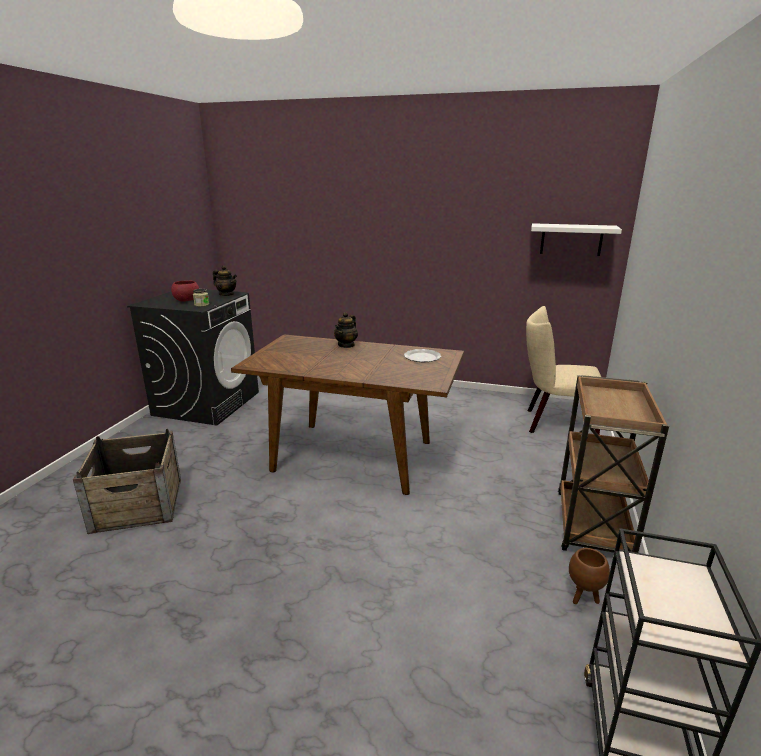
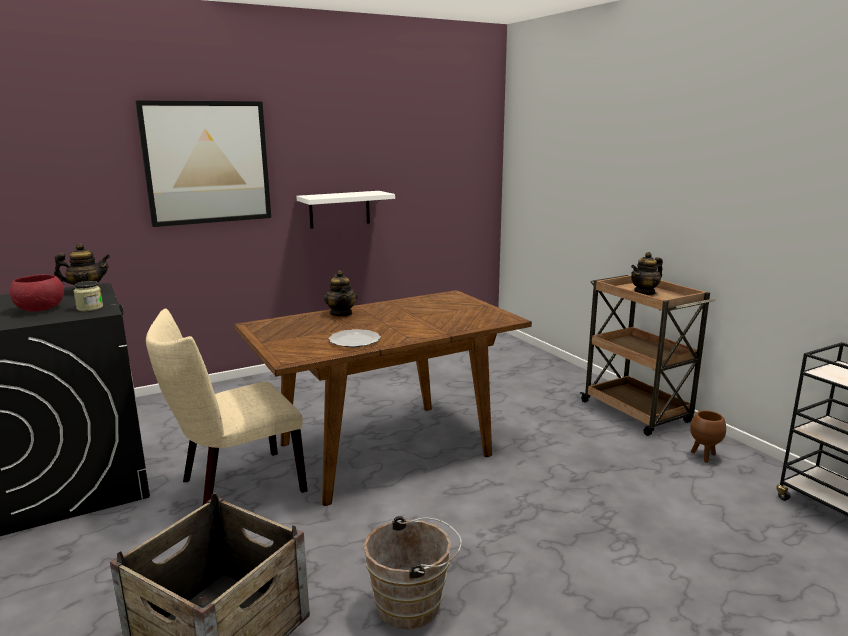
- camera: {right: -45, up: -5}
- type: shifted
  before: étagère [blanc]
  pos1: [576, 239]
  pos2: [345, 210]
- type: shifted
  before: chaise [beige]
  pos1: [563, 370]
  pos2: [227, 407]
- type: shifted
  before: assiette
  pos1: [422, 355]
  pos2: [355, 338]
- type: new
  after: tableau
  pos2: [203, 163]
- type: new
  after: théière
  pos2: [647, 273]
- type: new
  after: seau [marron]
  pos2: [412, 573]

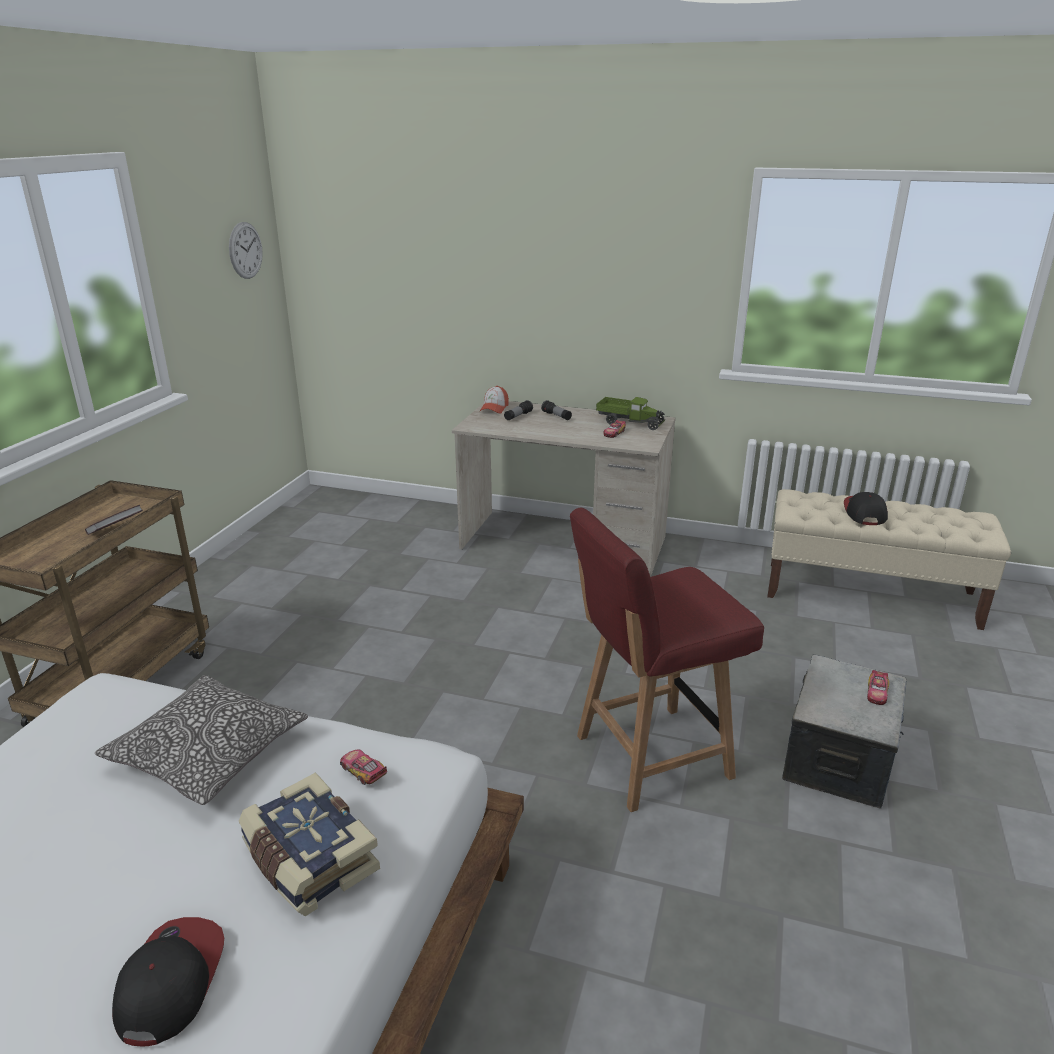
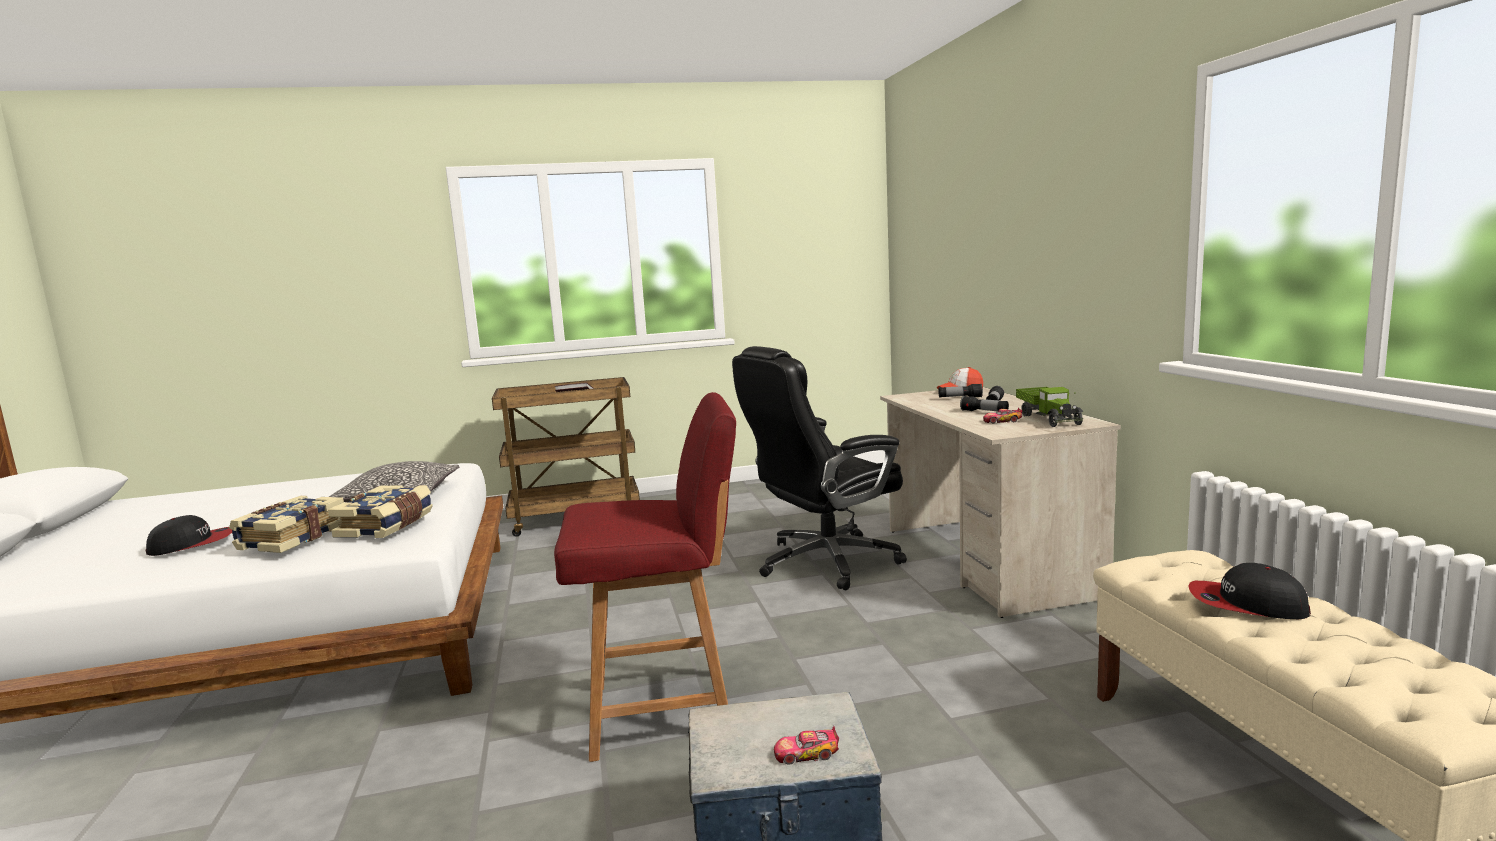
- camera: {right: 60, up: -15}
- type: gone
  before: horloge murale
  pos1: [246, 250]
- type: rotated
  before: casquette
  pos1: [866, 508]
  pos2: [1249, 591]
  turn: -135
- type: rotated
  before: chaise [rouge]
  pos1: [667, 660]
  pos2: [645, 577]
  turn: 135
- type: swapped
  before: petite voiture
  after: livre
  pos1: [363, 767]
  pos2: [380, 511]
- type: new
  after: chaise de bureau [noir]
  pos2: [819, 468]
- type: new
  after: lampe de poche
  pos2: [984, 403]

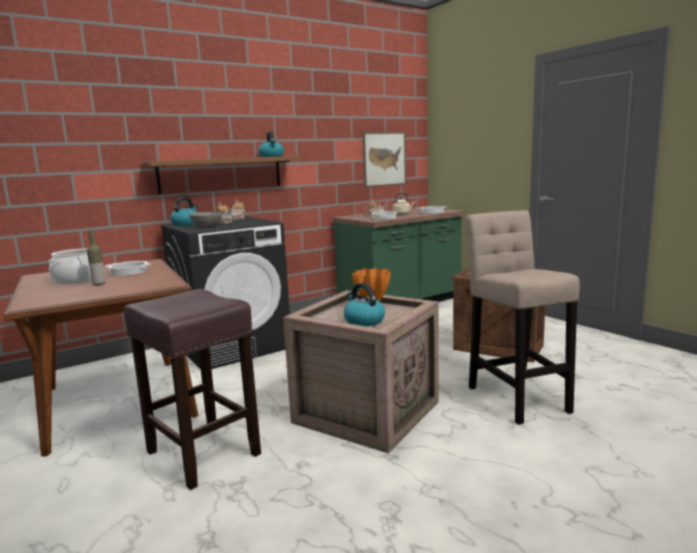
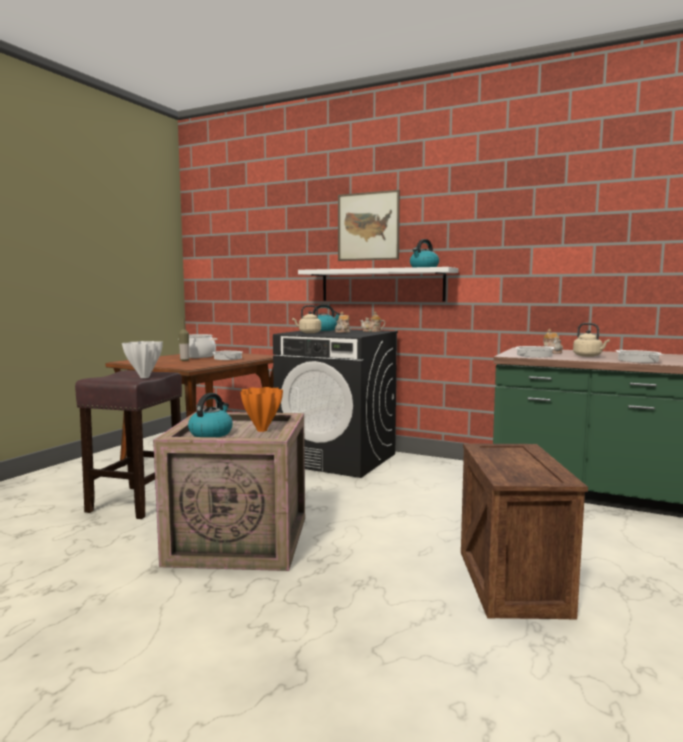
- camera: {right: 60, up: -5}
- type: shifted
  before: tableau
  pos1: [384, 159]
  pos2: [369, 225]
- type: repainted
  before: étagère [marron]
  after: étagère [blanc]
  pos1: [222, 175]
  pos2: [378, 284]
- type: gone
  before: tabouret [beige]
  pos1: [522, 317]
- type: swapped
  before: bol [gris]
  after: bouilloire [beige]
  pos1: [206, 220]
  pos2: [306, 319]
- type: new
  after: vase [blanc]
  pos2: [142, 359]

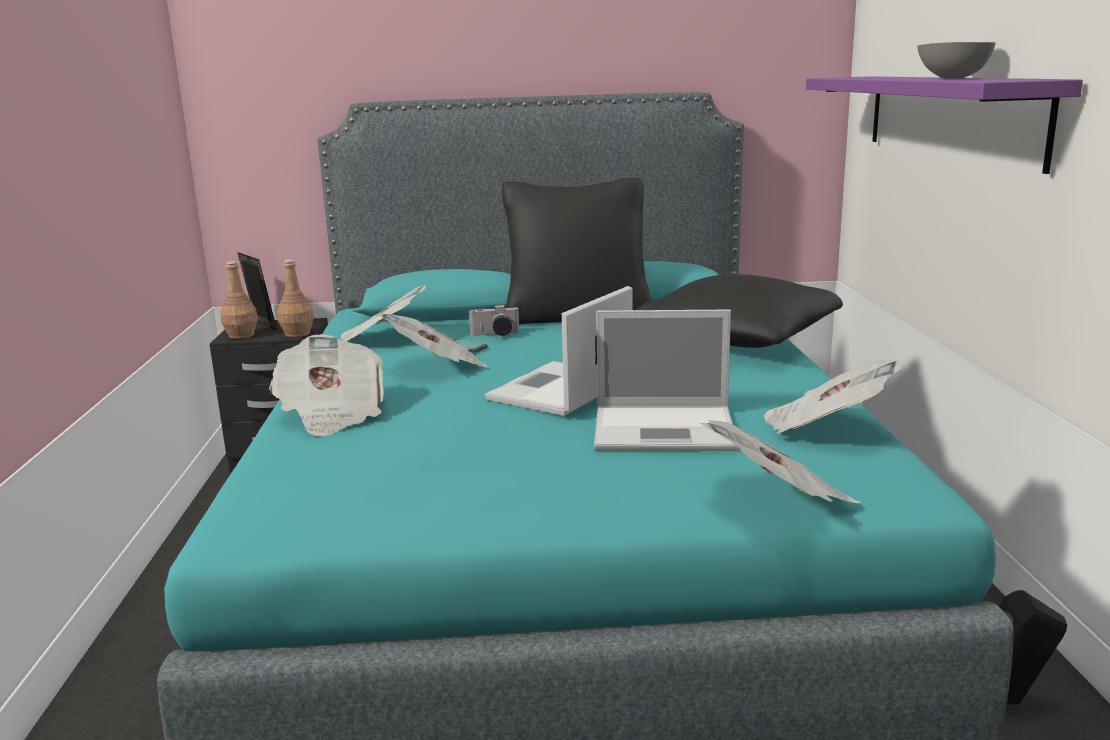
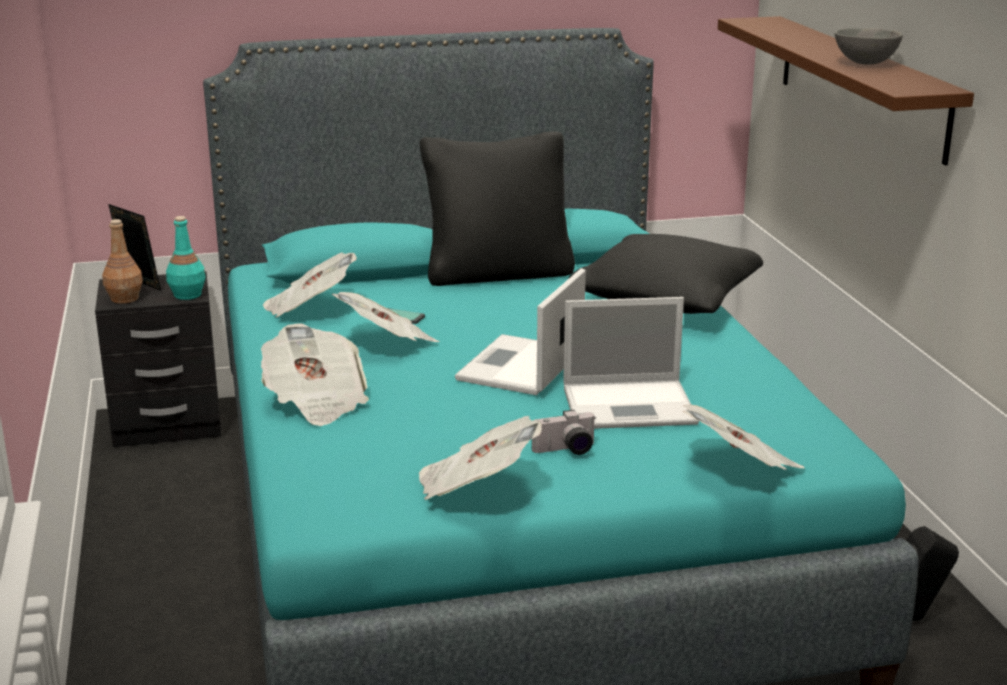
- camera: {right: -10, up: 5}
- type: repainted
  before: étagère [violet]
  after: étagère [marron]
  pos1: [944, 125]
  pos2: [846, 90]
- type: repainted
  before: bouteille [marron]
  after: bouteille [turquoise]
  pos1: [295, 298]
  pos2: [186, 258]
- type: shifted
  before: appareil photo
  pos1: [494, 320]
  pos2: [564, 432]
- type: shifted
  before: journal
  pos1: [832, 396]
  pos2: [480, 458]

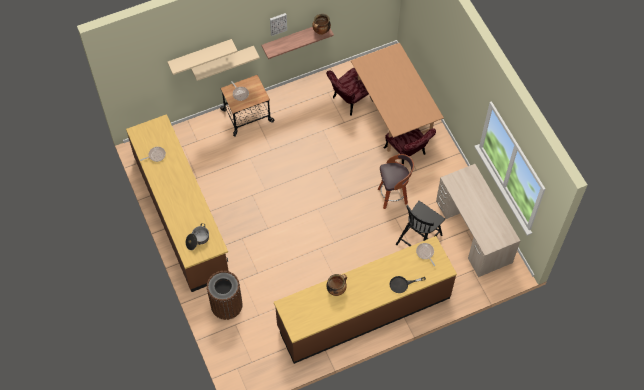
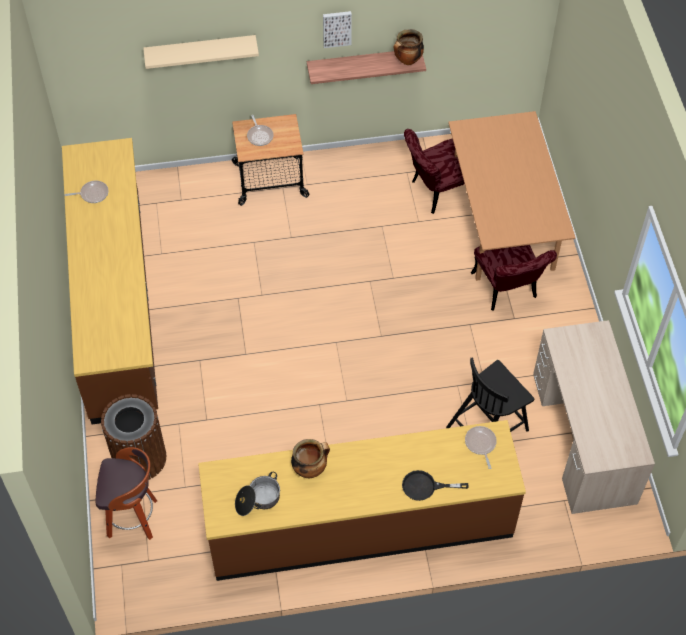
- camera: {right: 15, up: -5}
- type: gone
  before: étagère [beige]
  pos1: [225, 63]
- type: shifted
  before: tabouret
  pos1: [396, 181]
  pos2: [126, 493]
- type: shifted
  before: marmite
  pos1: [197, 236]
  pos2: [257, 494]

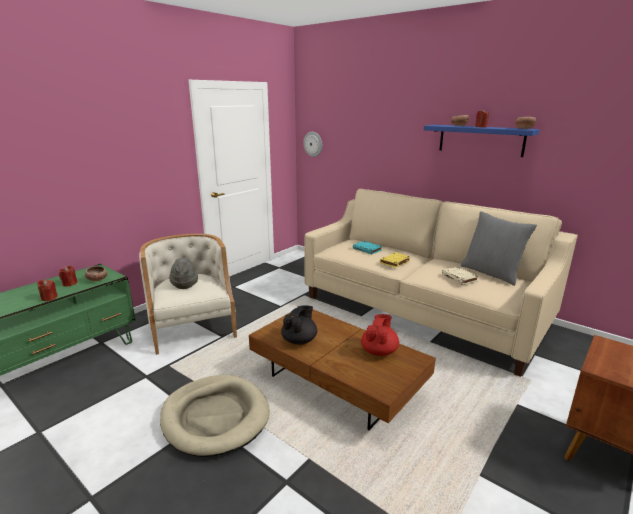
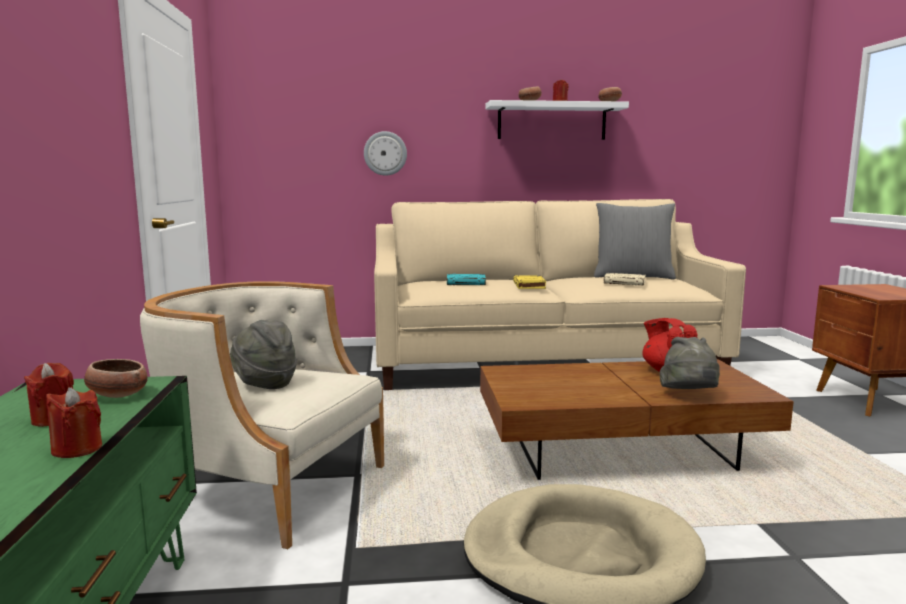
- camera: {right: -45, up: -10}
- type: repainted
  before: étagère [bleu]
  after: étagère [blanc]
  pos1: [482, 141]
  pos2: [557, 120]
- type: shifted
  before: horloge murale
  pos1: [312, 144]
  pos2: [385, 153]
- type: gone
  before: théière [noir]
  pos1: [299, 325]
- type: new
  after: chapeau [gris]
  pos2: [690, 363]

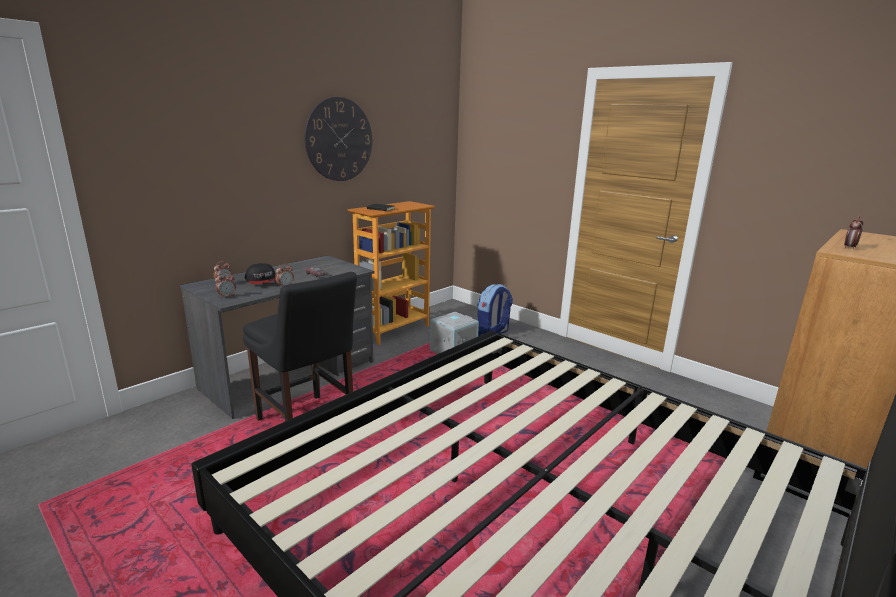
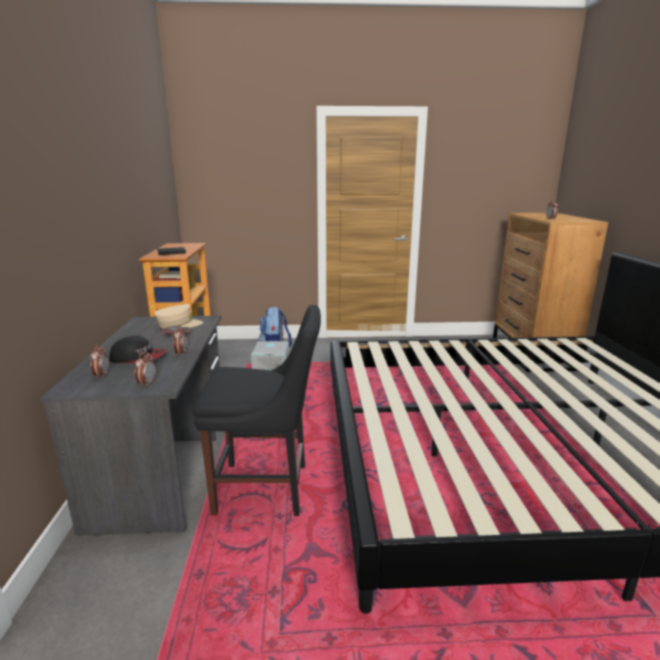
- camera: {right: -45, up: 0}
- type: gone
  before: horloge murale
  pos1: [338, 139]
- type: new
  after: casquette [beige]
  pos2: [178, 316]

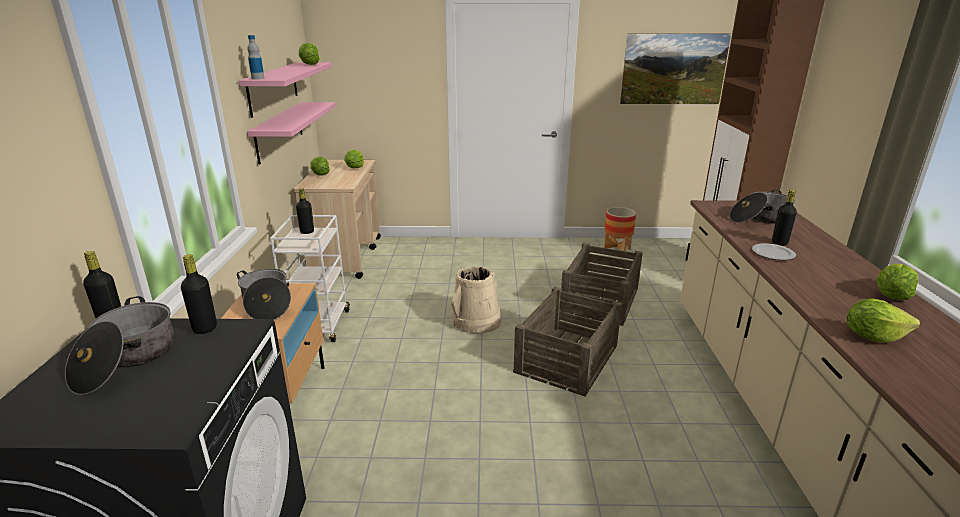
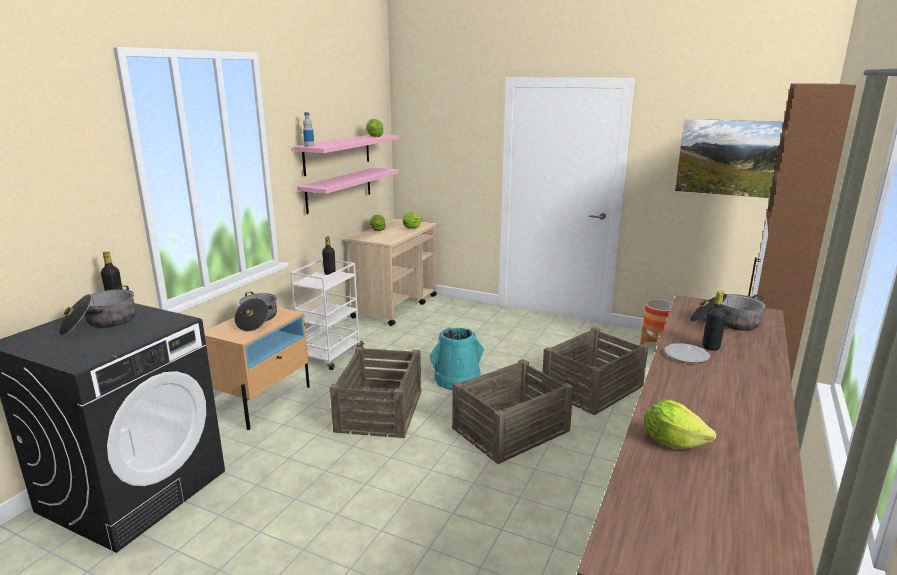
- camera: {right: 25, up: -5}
- type: gone
  before: bouteille [noir]
  pos1: [199, 294]
- type: gone
  before: laitue
  pos1: [897, 282]
- type: repainted
  before: seau [beige]
  after: seau [turquoise]
  pos1: [476, 300]
  pos2: [457, 359]
- type: new
  after: caisse
  pos2: [376, 392]

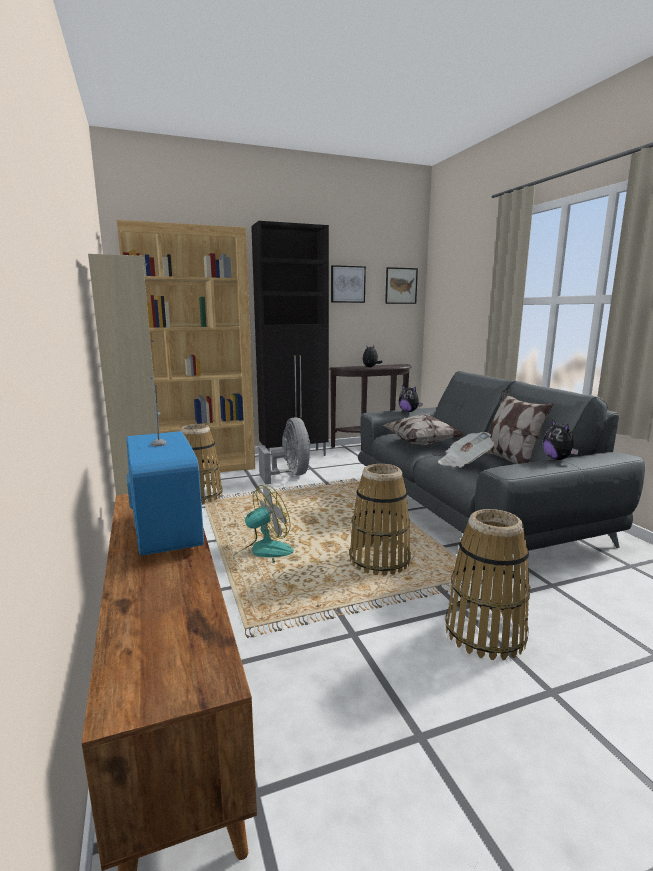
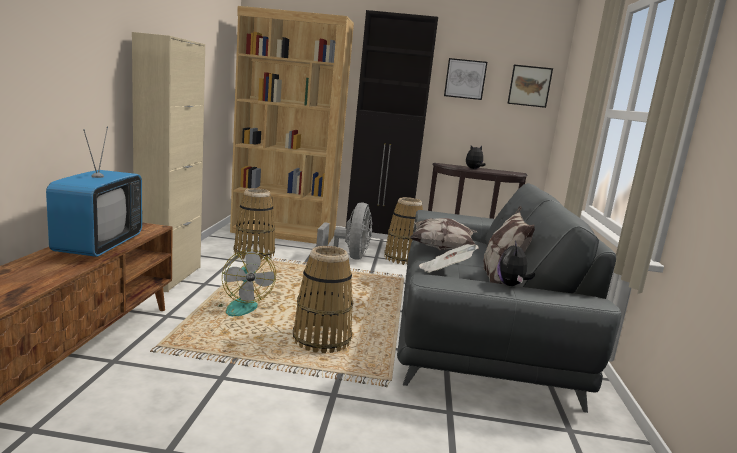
- camera: {right: 25, up: 0}
- type: gone
  before: peluche
  pos1: [411, 398]
- type: rotated
  before: ventilateur
  pos1: [263, 525]
  pos2: [247, 283]
  turn: 75
- type: shifted
  before: panier
  pos1: [487, 584]
  pos2: [403, 231]

